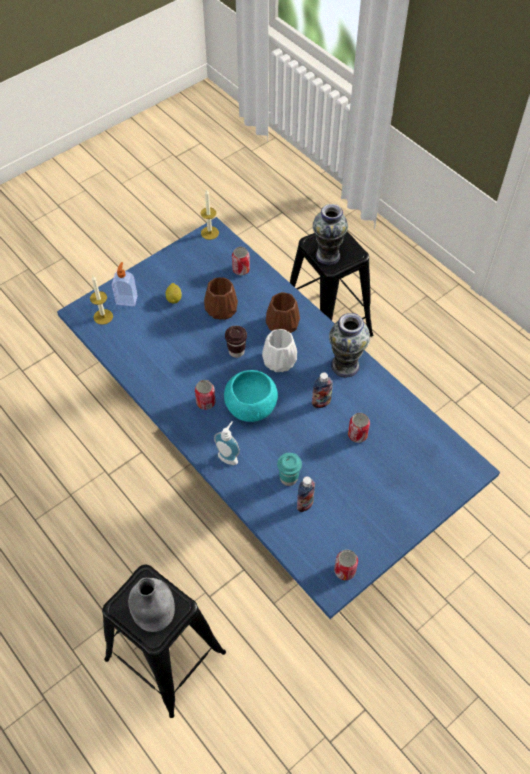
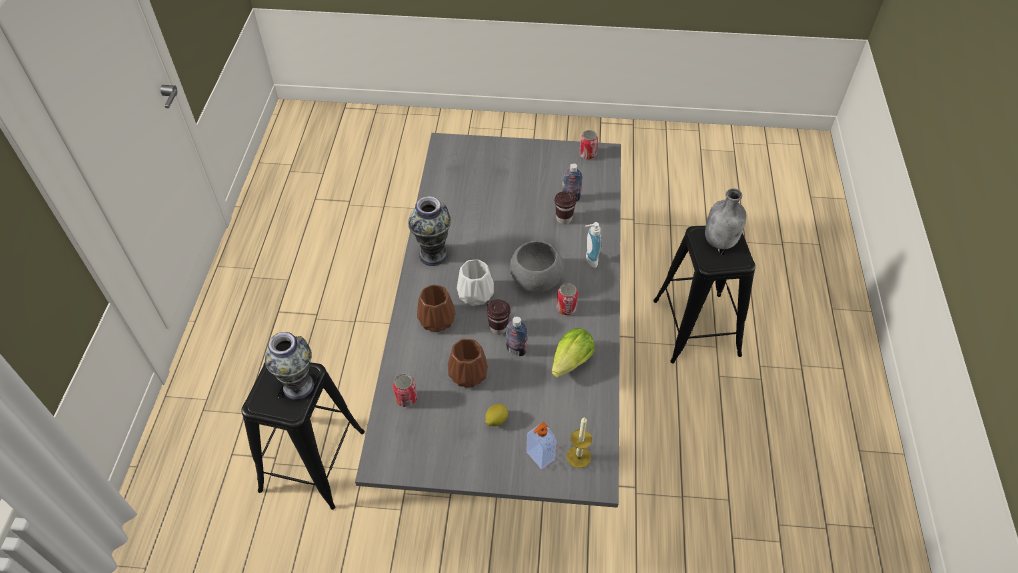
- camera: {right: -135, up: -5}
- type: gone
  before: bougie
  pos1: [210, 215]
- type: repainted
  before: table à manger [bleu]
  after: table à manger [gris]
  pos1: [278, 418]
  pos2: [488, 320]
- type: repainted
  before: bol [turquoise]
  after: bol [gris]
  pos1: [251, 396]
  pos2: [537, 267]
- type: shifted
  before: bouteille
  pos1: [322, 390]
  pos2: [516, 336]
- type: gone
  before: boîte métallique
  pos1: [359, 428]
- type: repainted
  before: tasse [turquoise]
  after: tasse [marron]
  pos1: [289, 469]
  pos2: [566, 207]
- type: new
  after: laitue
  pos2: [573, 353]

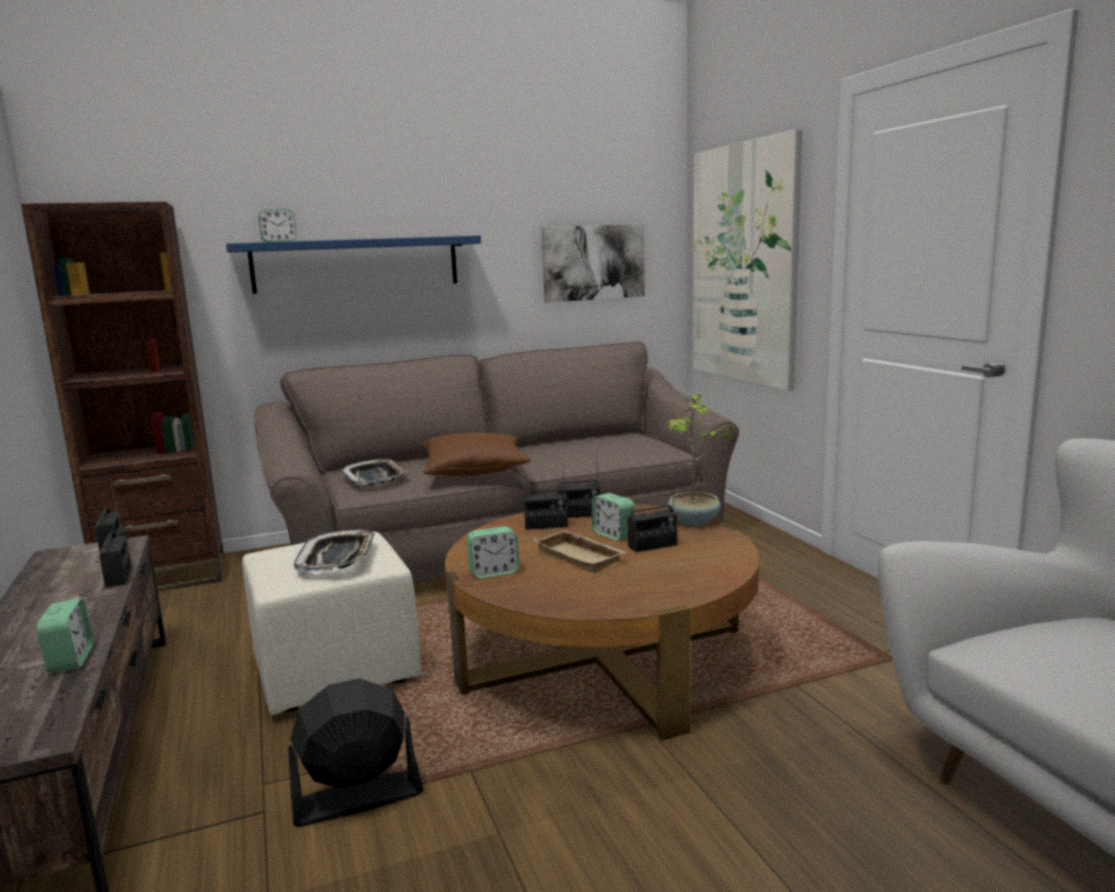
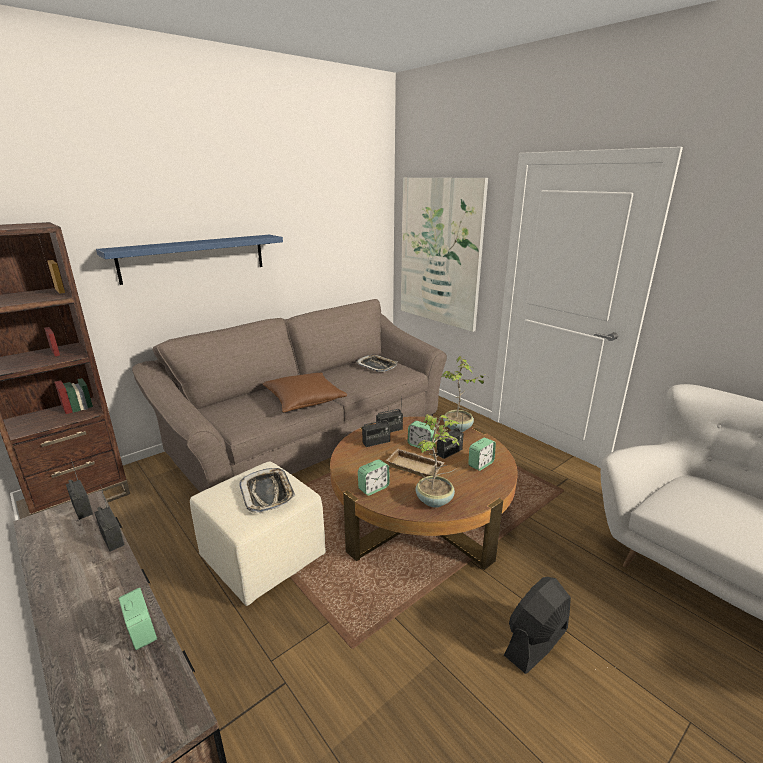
- camera: {right: -20, up: 10}
- type: shifted
  before: réveil
  pos1: [277, 225]
  pos2: [482, 454]
- type: gone
  before: tableau
  pos1: [593, 263]
- type: shifted
  before: plateau
  pos1: [374, 472]
  pos2: [377, 363]
- type: shifted
  before: ventilateur [noir]
  pos1: [356, 752]
  pos2: [537, 625]
- type: new
  after: plante en pot
  pos2: [438, 461]

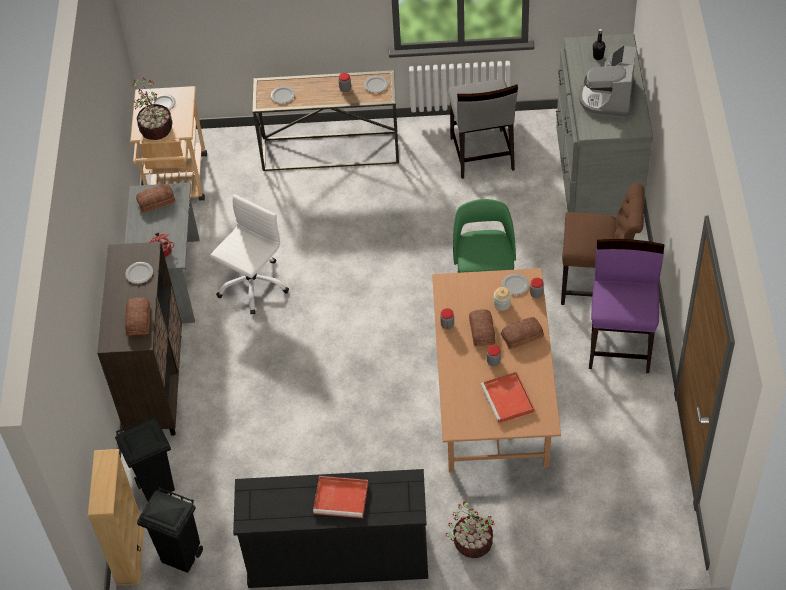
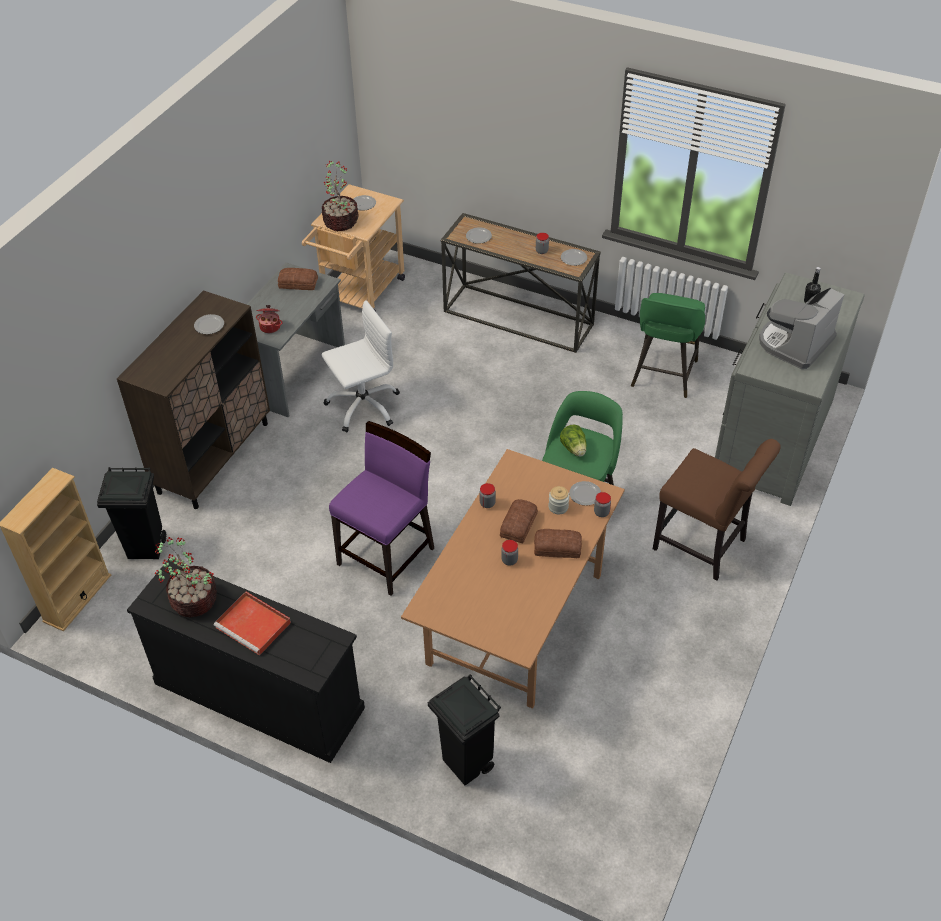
- camera: {right: 25, up: -5}
- type: swapped
  before: chaise [gris]
  after: tabouret [vert]
  pos1: [483, 129]
  pos2: [668, 345]
- type: shifted
  before: chaise [violet]
  pos1: [626, 306]
  pos2: [381, 508]
- type: gone
  before: pain
  pos1: [137, 316]
- type: gone
  before: plateau [rouge]
  pos1: [508, 397]
- type: shifted
  before: poubelle [noir]
  pos1: [170, 530]
  pos2: [464, 729]
- type: shifted
  before: plante en pot
  pos1: [470, 529]
  pos2: [186, 577]
- type: new
  after: laitue
  pos2: [573, 441]

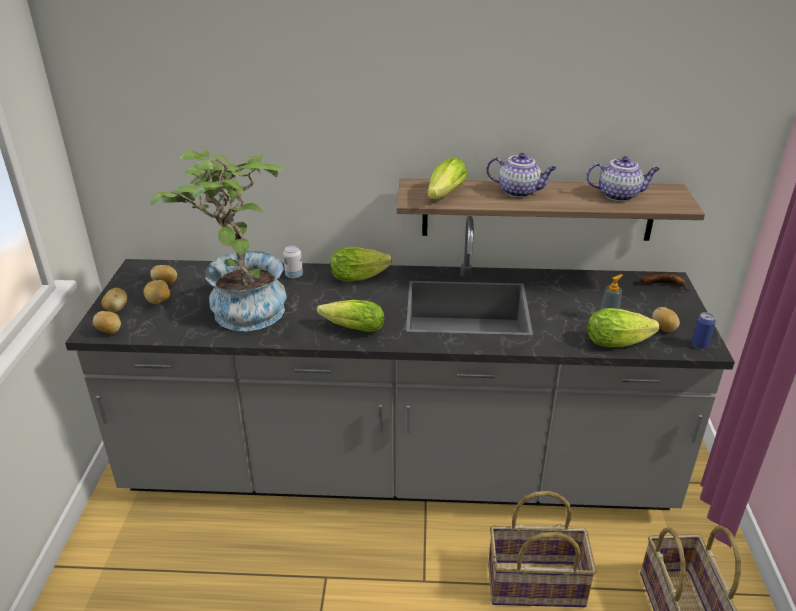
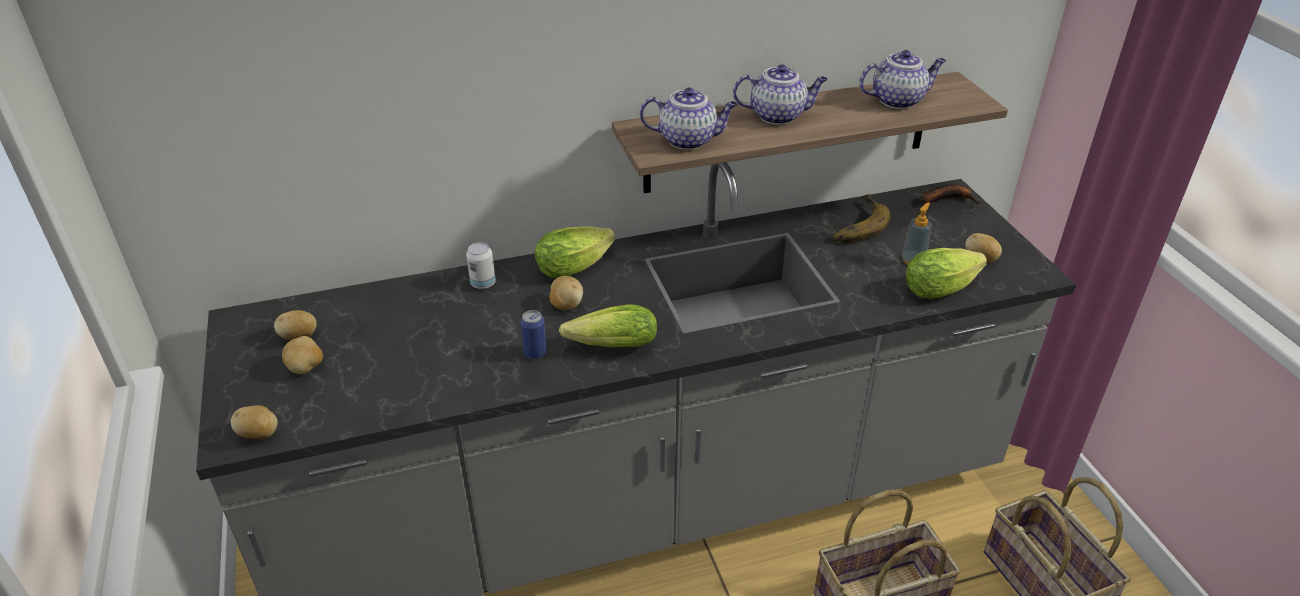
- camera: {right: -20, up: 5}
- type: gone
  before: plante en pot
  pos1: [218, 240]
- type: swapped
  before: laitue
  after: théière
  pos1: [447, 178]
  pos2: [689, 118]
- type: shifted
  before: pomme de terre
  pos1: [114, 300]
  pos2: [566, 293]
- type: shifted
  before: boîte métallique
  pos1: [704, 330]
  pos2: [534, 334]
- type: new
  after: banane
  pos2: [860, 218]

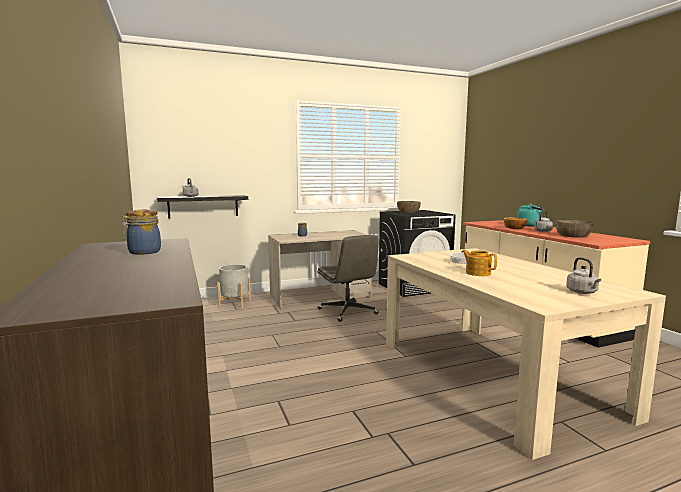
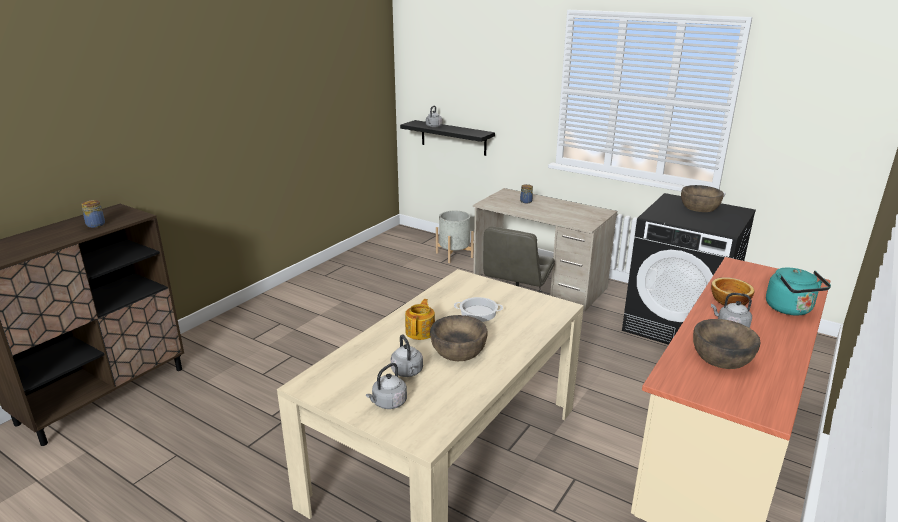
- camera: {right: 55, up: 15}
- type: new
  after: bol [marron]
  pos2: [459, 338]
- type: new
  after: bouilloire [gris]
  pos2: [407, 355]

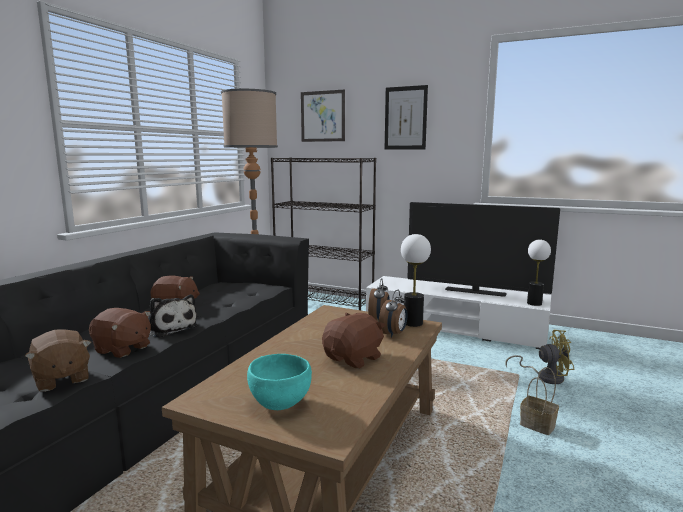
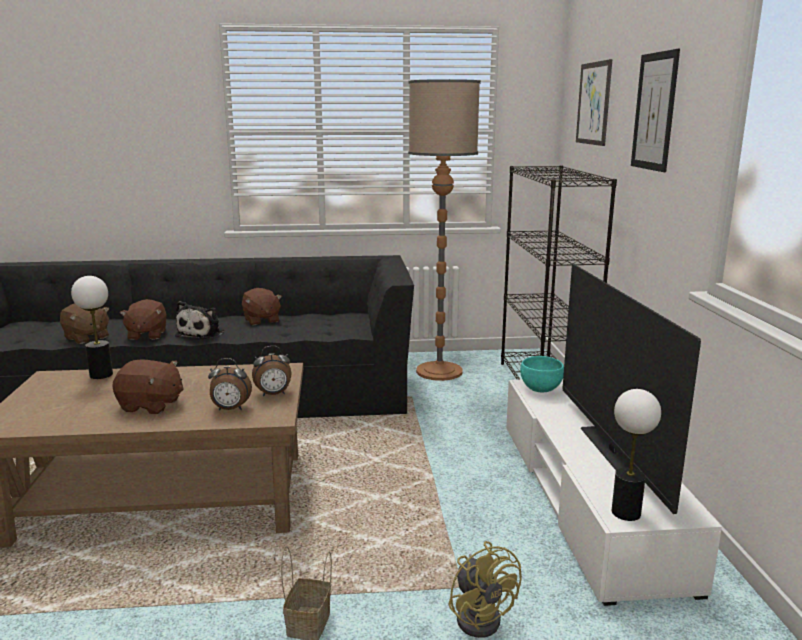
- camera: {right: 60, up: 5}
- type: shifted
  before: lampe de table
  pos1: [416, 280]
  pos2: [92, 327]
- type: rotated
  before: peluche [marron]
  pos1: [58, 360]
  pos2: [84, 323]
  turn: -75
- type: shifted
  before: bol [turquoise]
  pos1: [279, 382]
  pos2: [542, 374]

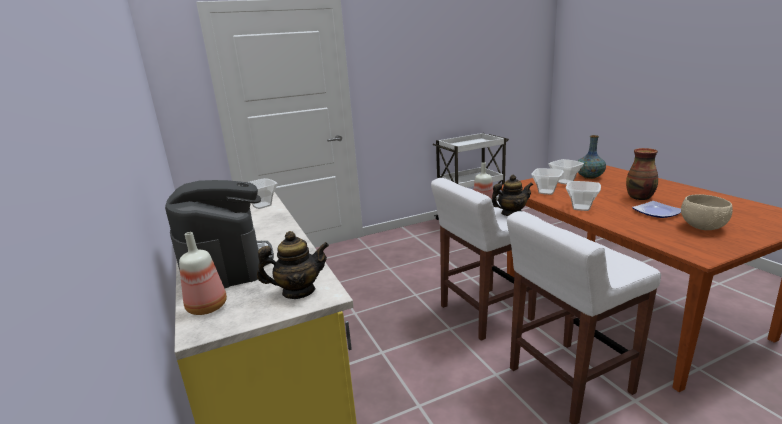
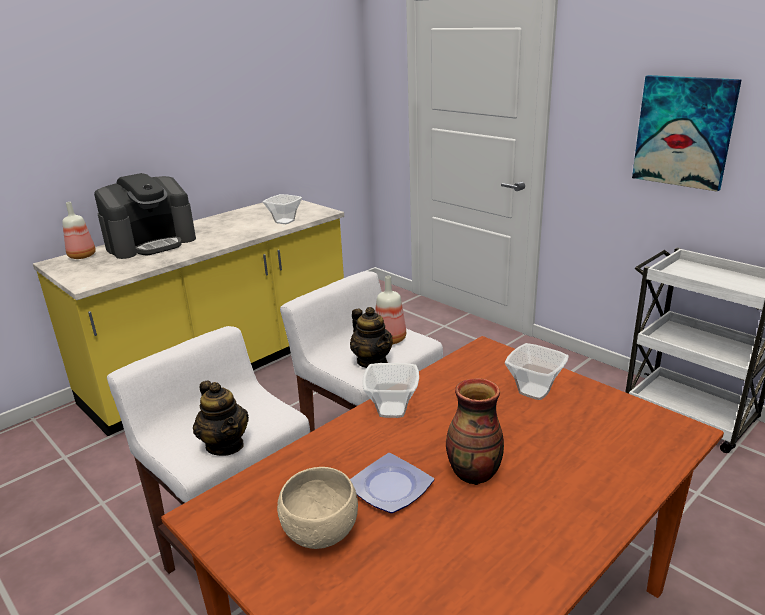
- camera: {right: 70, up: 5}
- type: gone
  before: vase
  pos1: [592, 157]
- type: gone
  before: bol
  pos1: [547, 181]
- type: shifted
  before: théière
  pos1: [293, 265]
  pos2: [221, 418]
- type: new
  after: tableau
  pos2: [687, 133]

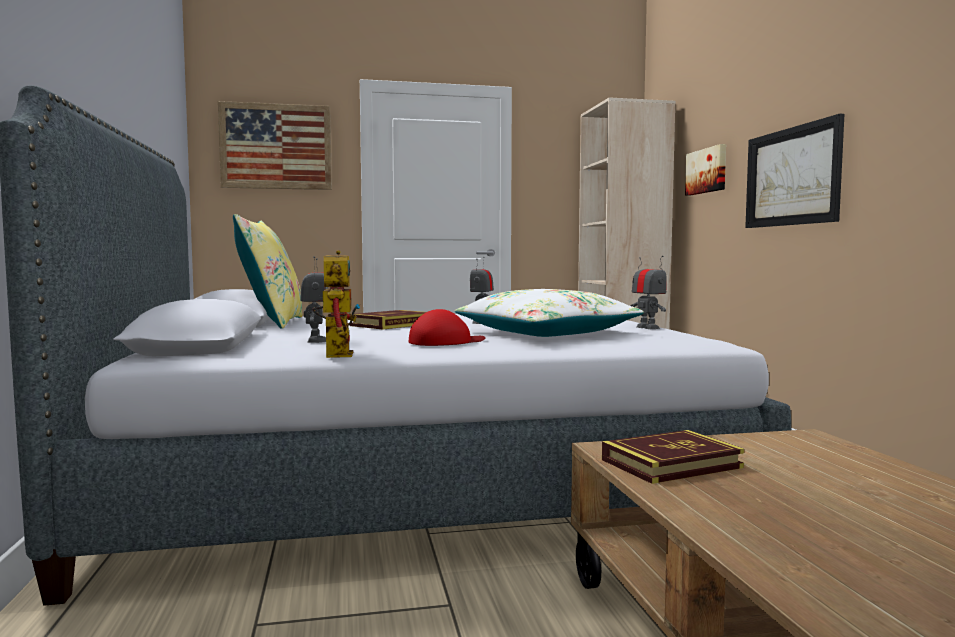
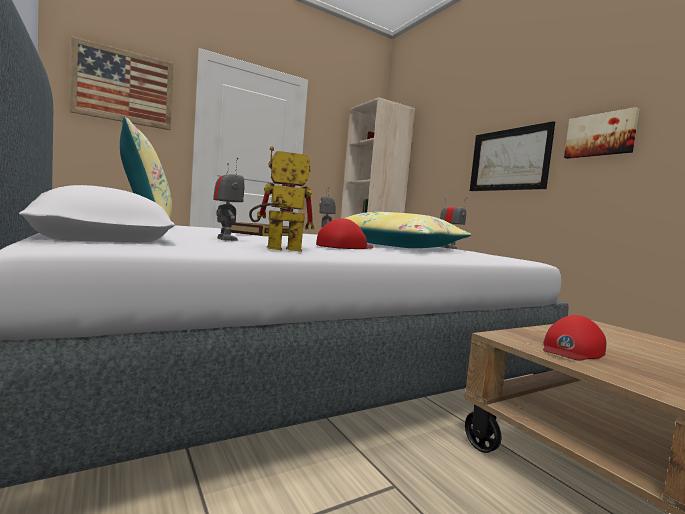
- camera: {right: -20, up: 0}
- type: shifted
  before: tableau
  pos1: [705, 170]
  pos2: [602, 133]
- type: rotated
  before: robot jouet
  pos1: [336, 304]
  pos2: [281, 199]
  turn: -75
- type: repainted
  before: coussin [blanc]
  after: coussin [jaune]
  pos1: [549, 313]
  pos2: [408, 230]
- type: swapped
  before: livre
  after: casquette [rouge]
  pos1: [673, 457]
  pos2: [574, 338]

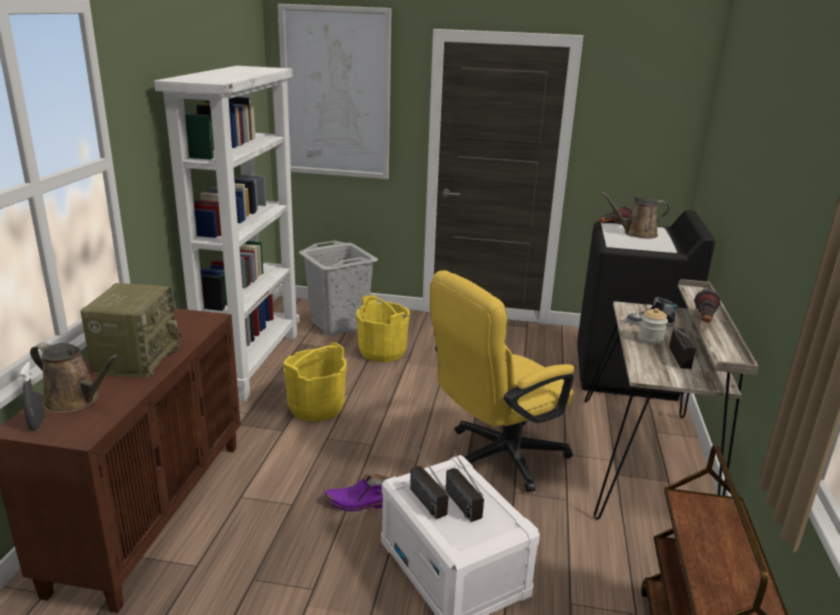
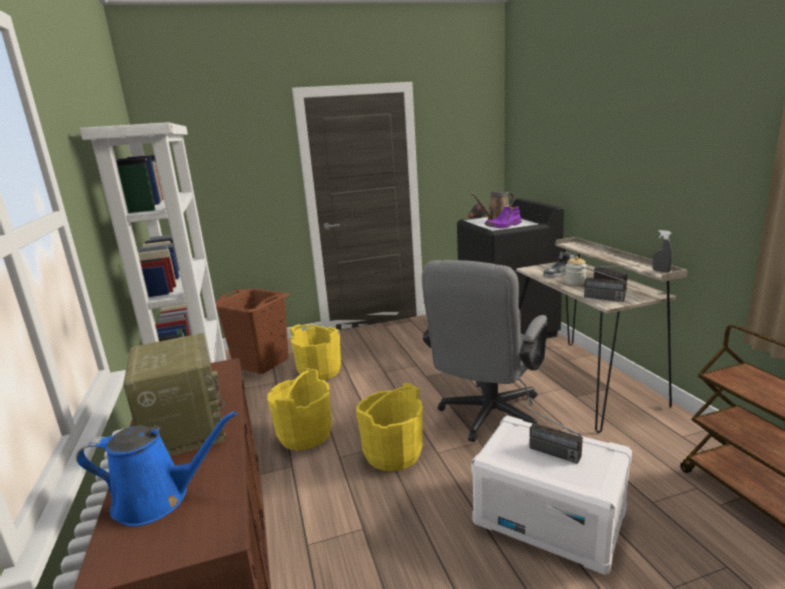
- camera: {right: -25, up: -5}
- type: gone
  before: tableau
  pos1: [335, 91]
- type: repainted
  before: panier à linge [gris]
  after: panier à linge [marron]
  pos1: [338, 288]
  pos2: [252, 331]
- type: repainted
  before: chaise de bureau [jaune]
  after: chaise de bureau [gris]
  pos1: [502, 381]
  pos2: [484, 351]
- type: gone
  before: lampe de poche
  pos1: [707, 306]
- type: repainted
  before: arrosoir [marron]
  after: arrosoir [bleu]
  pos1: [75, 378]
  pos2: [156, 468]
- type: shifted
  before: vaporisateur [gris]
  pos1: [32, 396]
  pos2: [663, 251]
- type: shifted
  before: radio
  pos1: [428, 476]
  pos2: [596, 281]
- type: shifted
  before: botte [violet]
  pos1: [356, 492]
  pos2: [503, 217]
- type: new
  after: seau [jaune]
  pos2: [389, 427]

